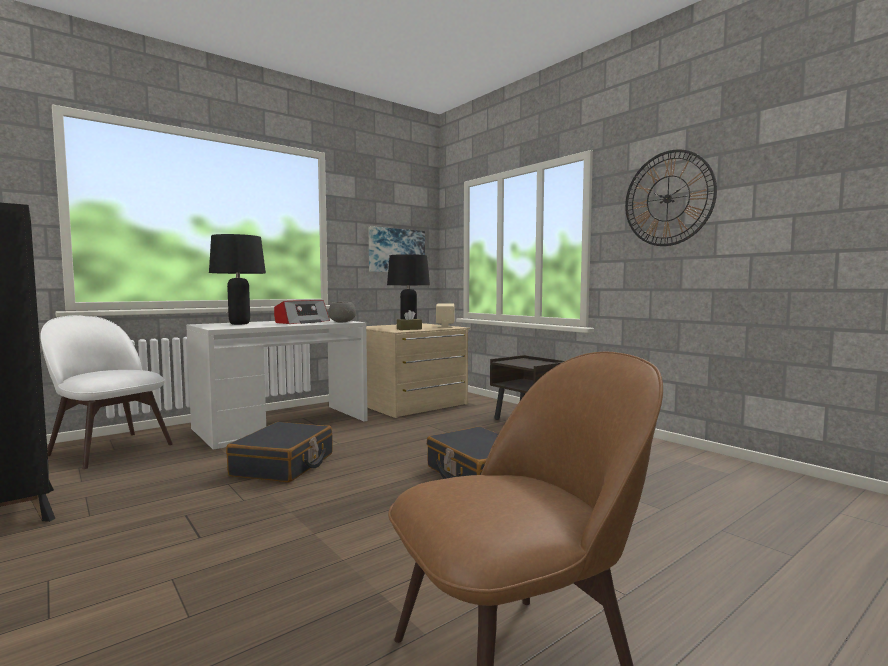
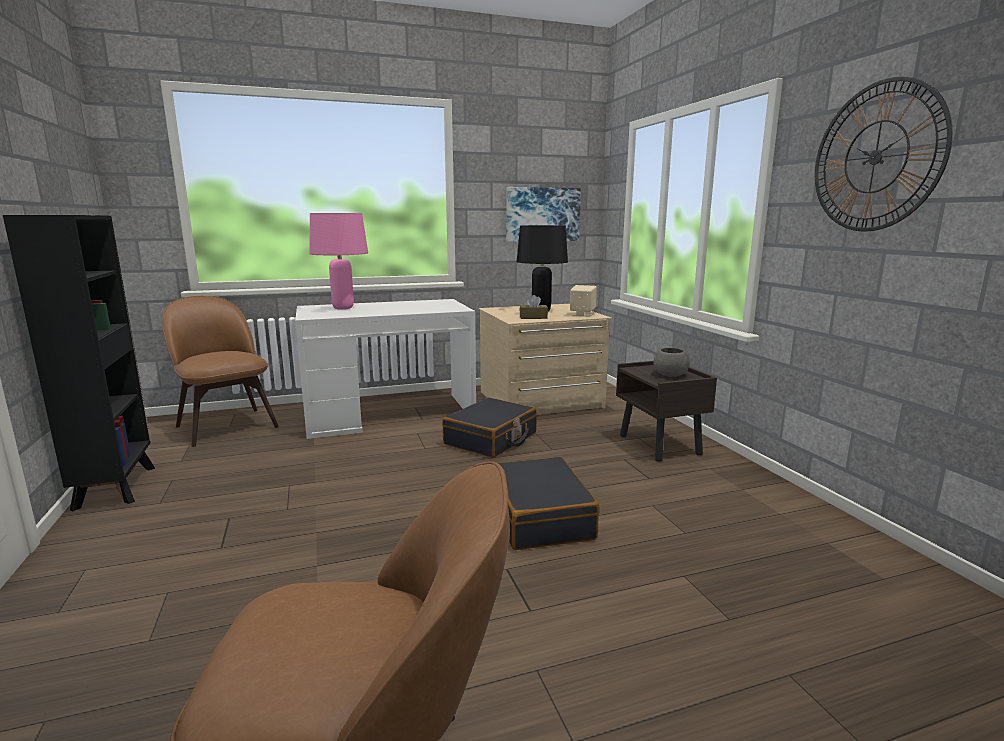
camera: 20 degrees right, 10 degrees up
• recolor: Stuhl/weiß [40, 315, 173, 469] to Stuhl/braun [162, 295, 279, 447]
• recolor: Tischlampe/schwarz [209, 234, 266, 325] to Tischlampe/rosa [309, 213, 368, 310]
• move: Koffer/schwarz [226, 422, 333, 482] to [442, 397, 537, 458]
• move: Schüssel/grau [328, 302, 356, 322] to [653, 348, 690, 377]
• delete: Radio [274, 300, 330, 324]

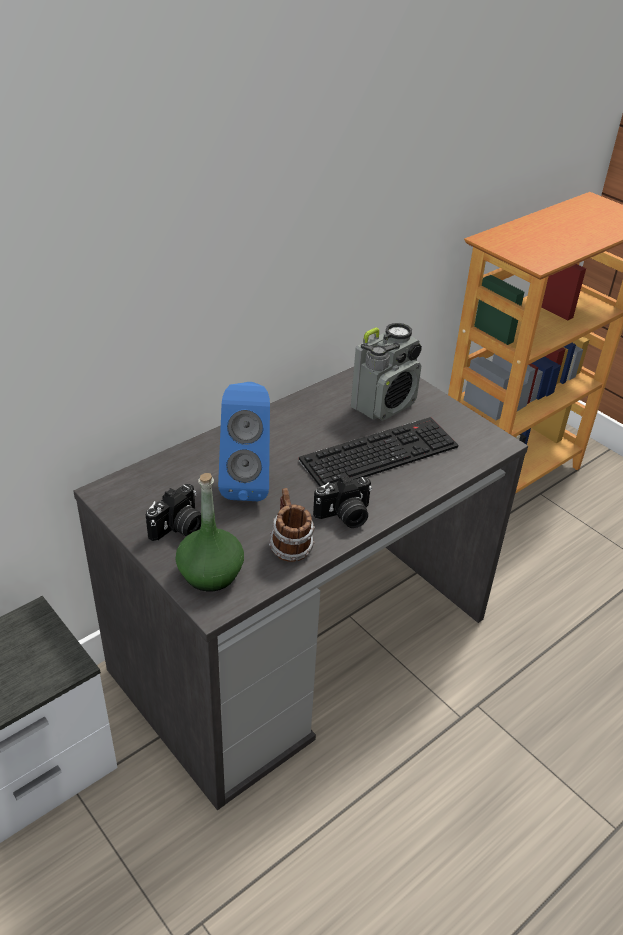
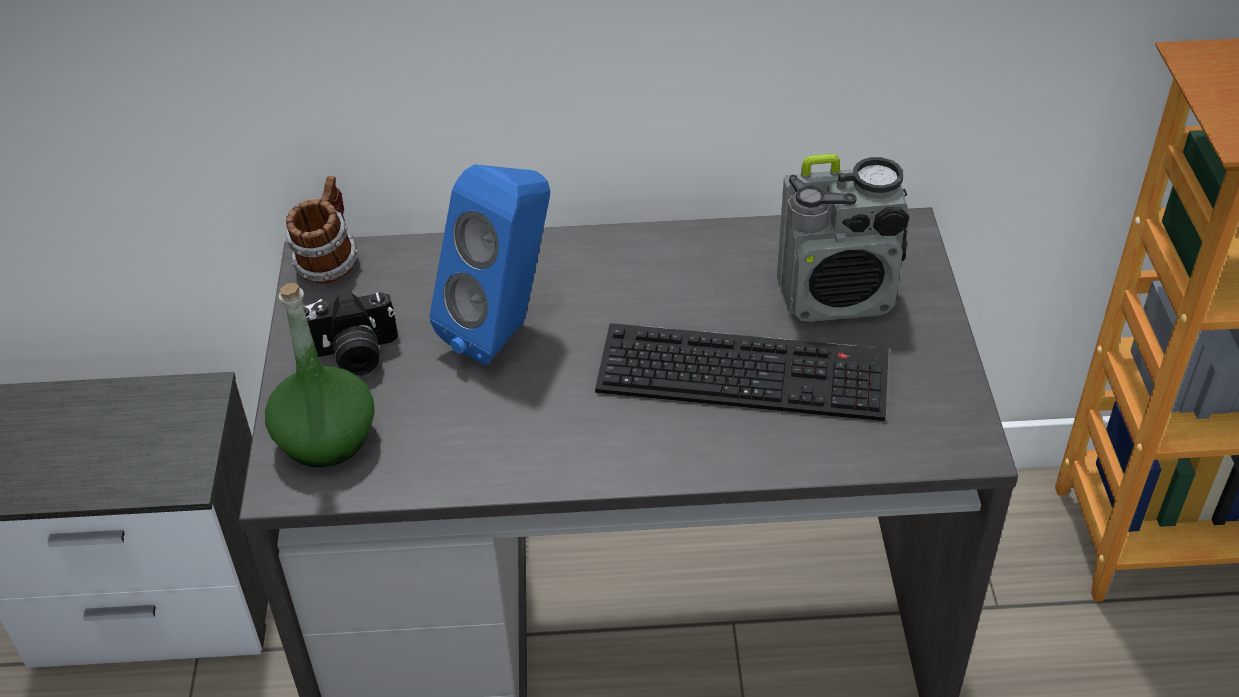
camera: 40 degrees right, 5 degrees up
• move: Henkelbecher [269, 488, 315, 562] to [286, 176, 358, 284]
• delete: Kamera [313, 475, 372, 528]

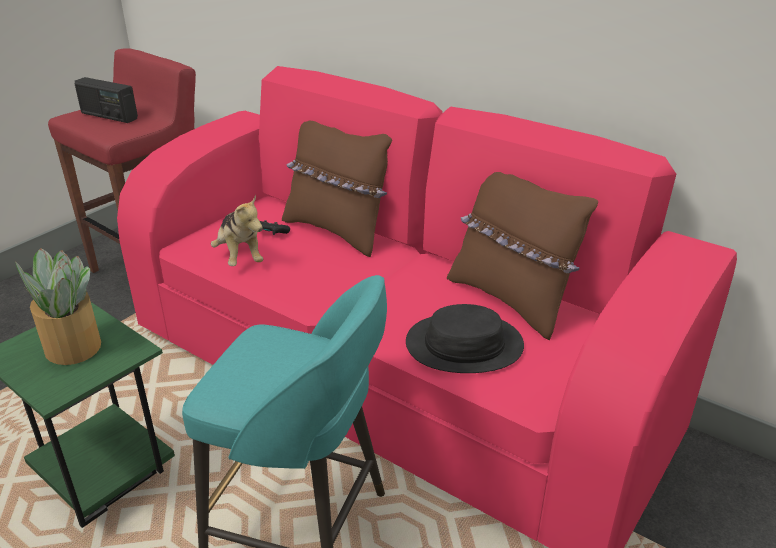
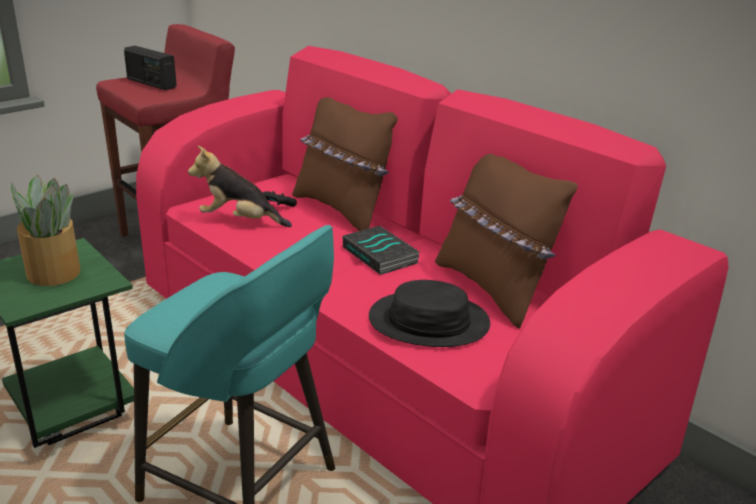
camera: 10 degrees right, 5 degrees down
• rotate: Plüschtier [211, 195, 263, 266] = [188, 146, 292, 227] 120 degrees clockwise
• insert: Buch [343, 226, 420, 275]

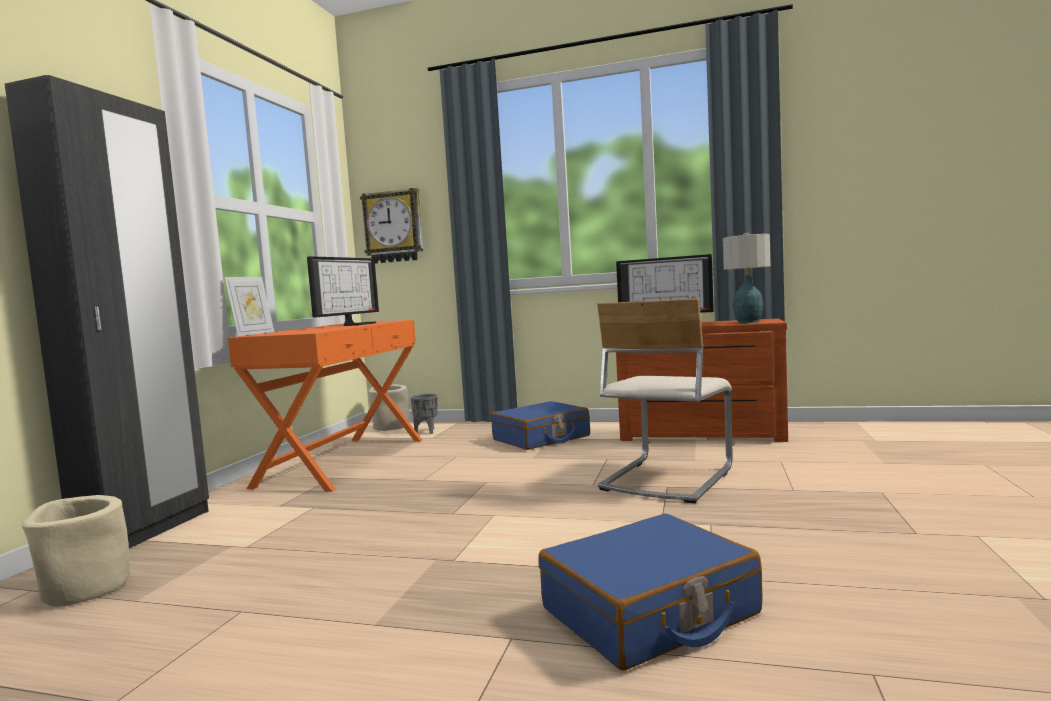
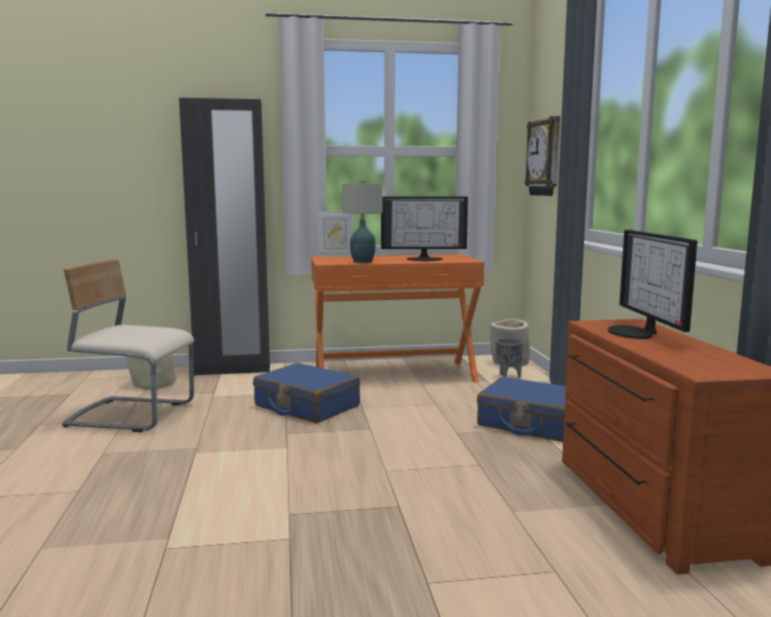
camera: 65 degrees right, 5 degrees up
• move: Stuhl/beige [597, 299, 733, 503] to [62, 259, 194, 432]
• move: Koffer/blau [539, 514, 763, 670] to [253, 363, 360, 423]
• move: Tischlampe [723, 233, 770, 323] to [342, 181, 383, 263]

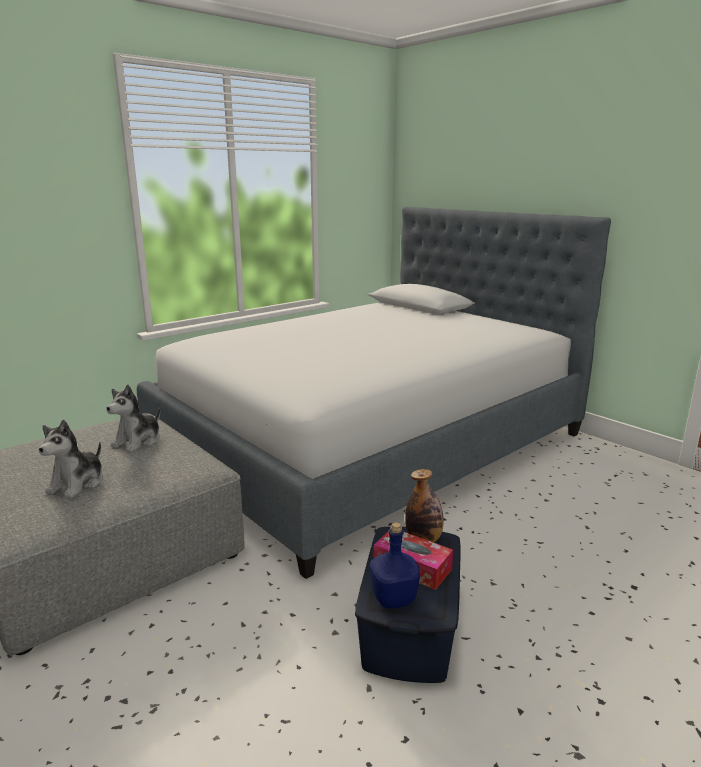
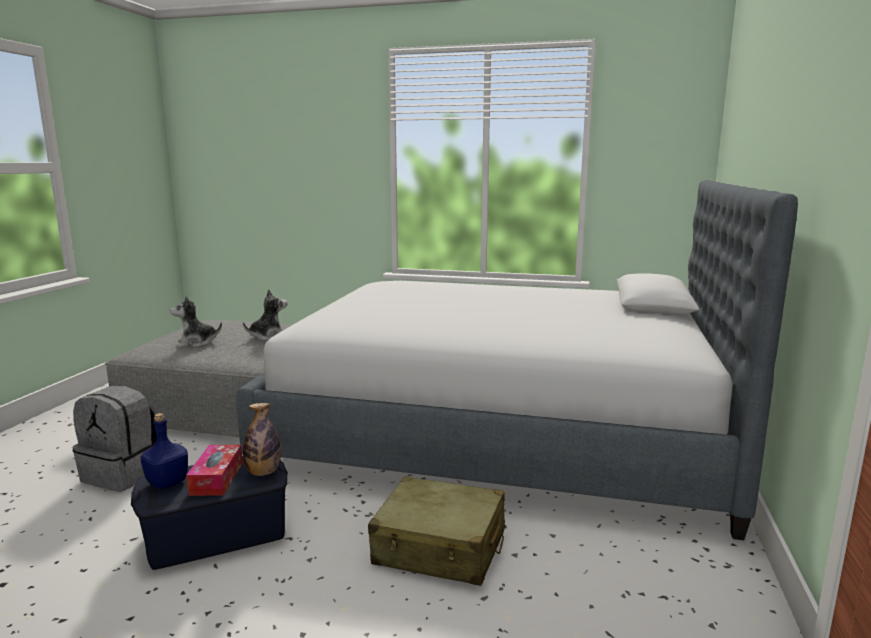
camera: 55 degrees right, 5 degrees down
• insert: Rucksack/grau [72, 386, 157, 492]
• rotate: Plüschtier [106, 385, 160, 452] = [243, 289, 288, 341] 150 degrees clockwise
• insert: Koffer/beige [368, 477, 505, 586]

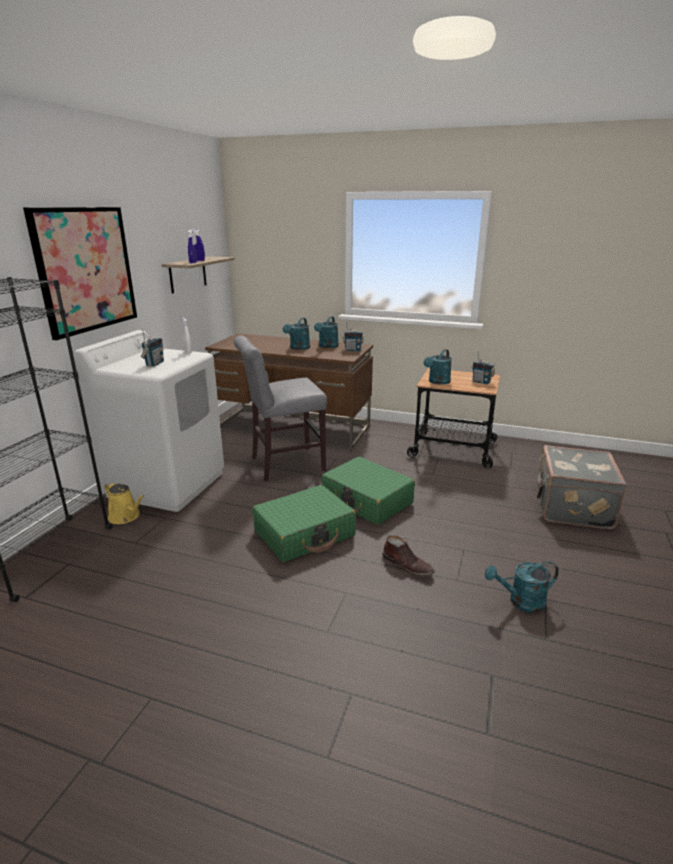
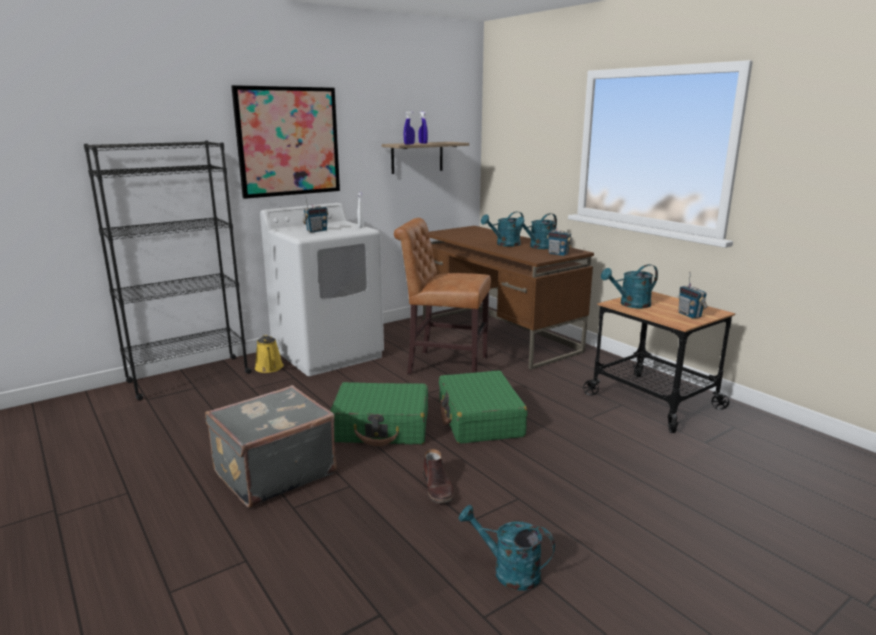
camera: 35 degrees right, 5 degrees down
• move: Koffer/grau [537, 445, 627, 529] to [205, 385, 337, 508]
• recolor: Stuhl/grau [234, 335, 327, 481] to Stuhl/braun [394, 218, 491, 374]

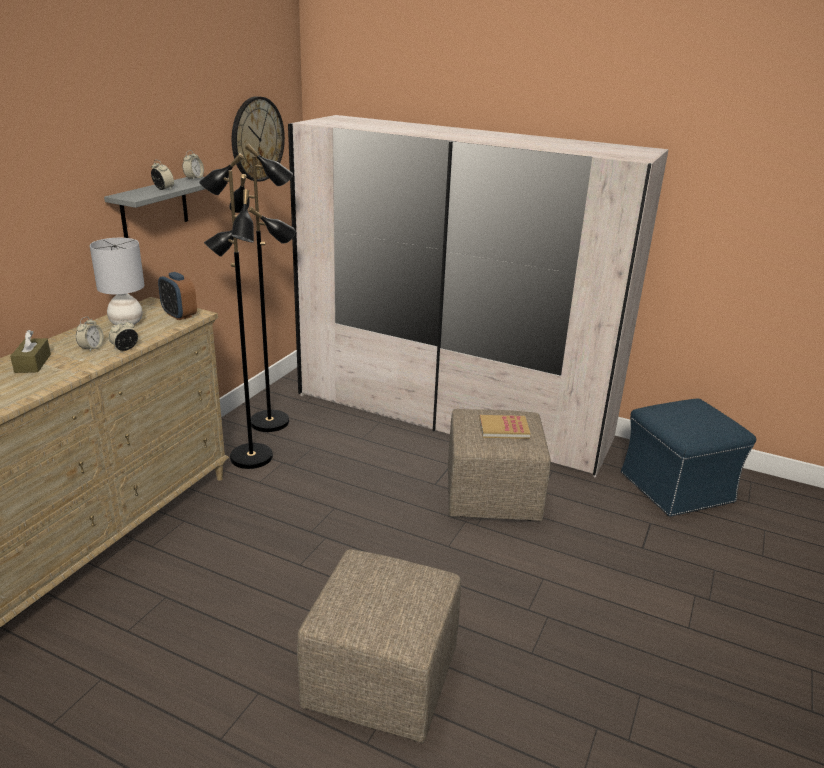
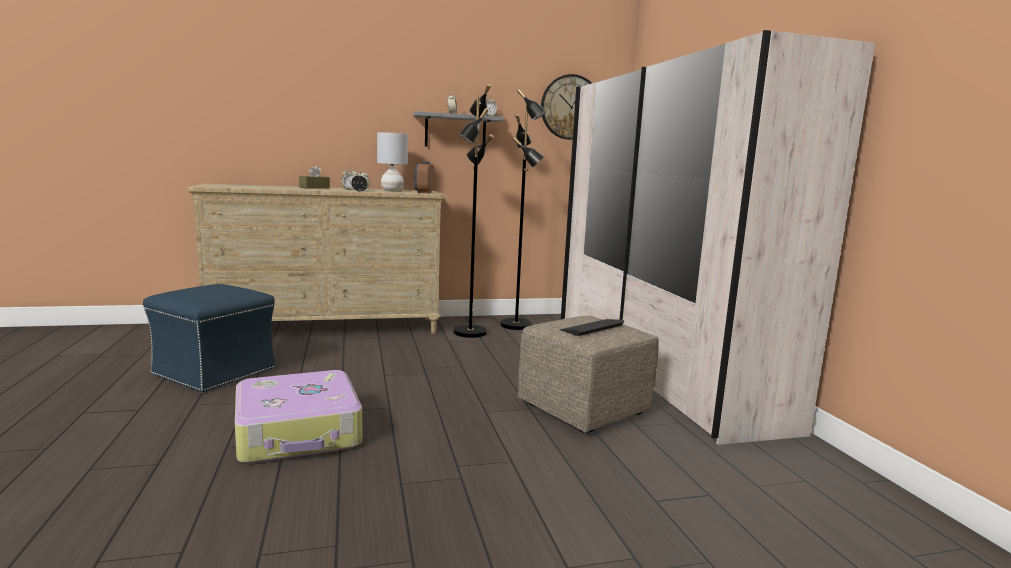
camera: 50 degrees right, 15 degrees down
• move: Polsterhocker/blau [621, 398, 756, 517] to [143, 284, 276, 393]
• replace: Polsterhocker/beige [297, 549, 461, 743] to Koffer [235, 370, 362, 464]
• replace: Buch [479, 415, 531, 439] to Tastatur [560, 319, 624, 336]

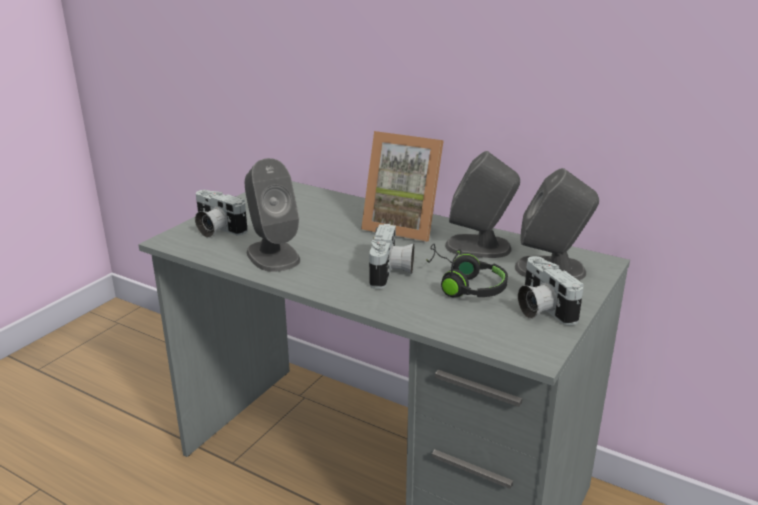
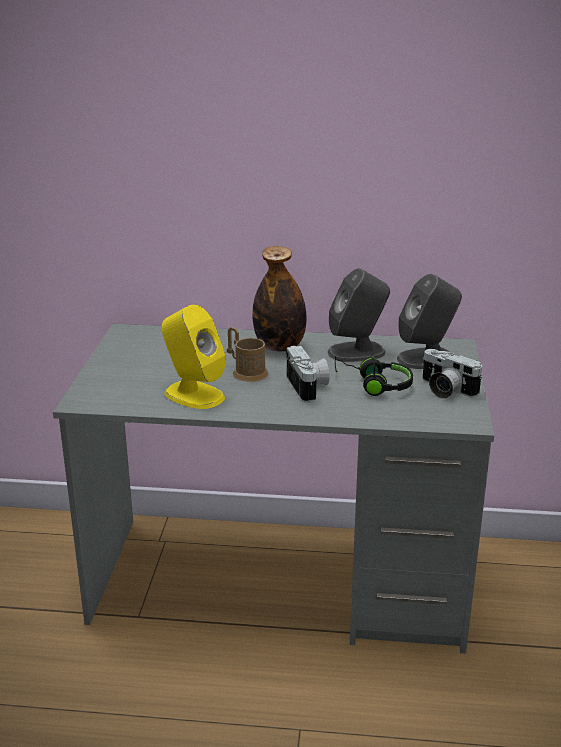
camera: 25 degrees left, 0 degrees up
• recolor: Lautsprecher/grau [245, 158, 300, 272] to Lautsprecher/gelb [162, 305, 226, 409]
• insert: Henkelbecher/braun [227, 327, 268, 382]
• replace: Bilderrahmen [361, 131, 444, 242] to Flasche [252, 246, 307, 352]
• delete: Kamera [195, 190, 248, 238]

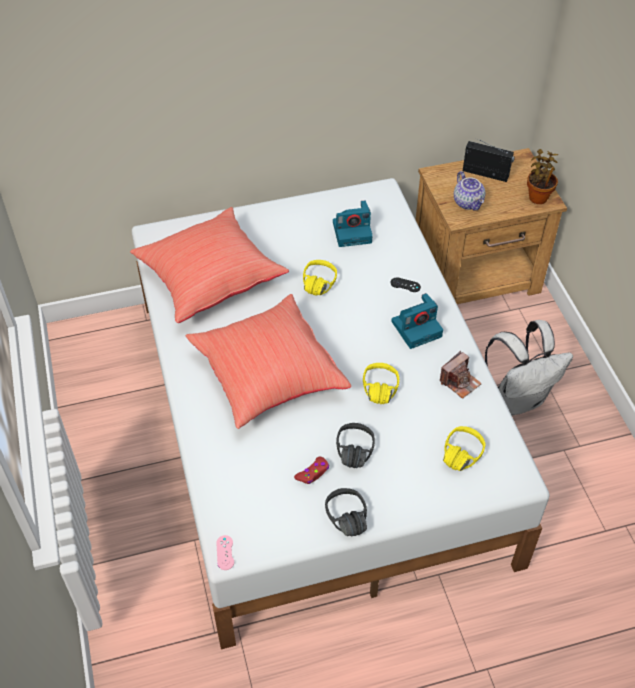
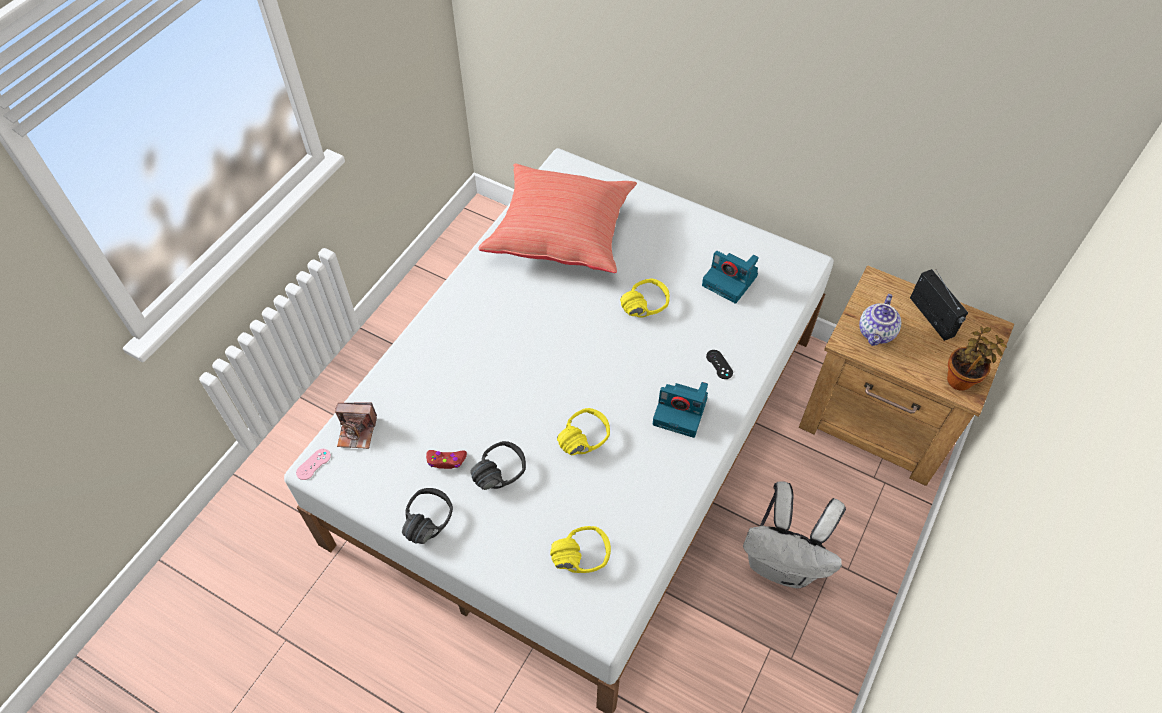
camera: 45 degrees right, 5 degrees up
• move: Kamera [440, 351, 482, 399] to [335, 402, 377, 449]
• delete: Kissen/rot [186, 294, 351, 429]

